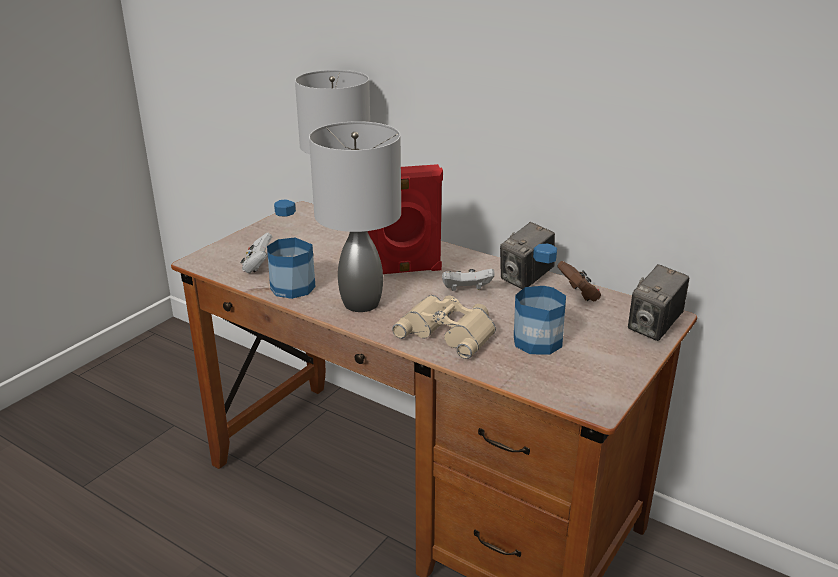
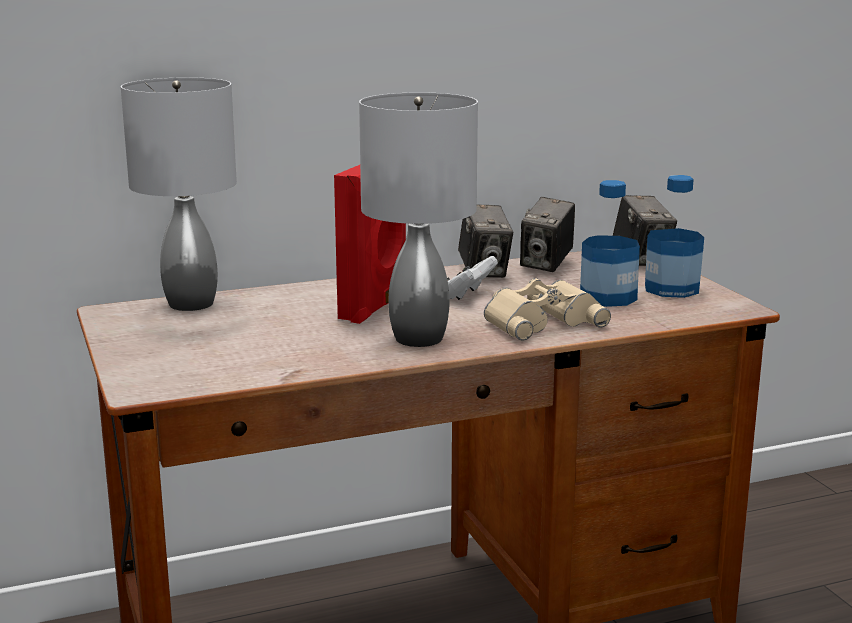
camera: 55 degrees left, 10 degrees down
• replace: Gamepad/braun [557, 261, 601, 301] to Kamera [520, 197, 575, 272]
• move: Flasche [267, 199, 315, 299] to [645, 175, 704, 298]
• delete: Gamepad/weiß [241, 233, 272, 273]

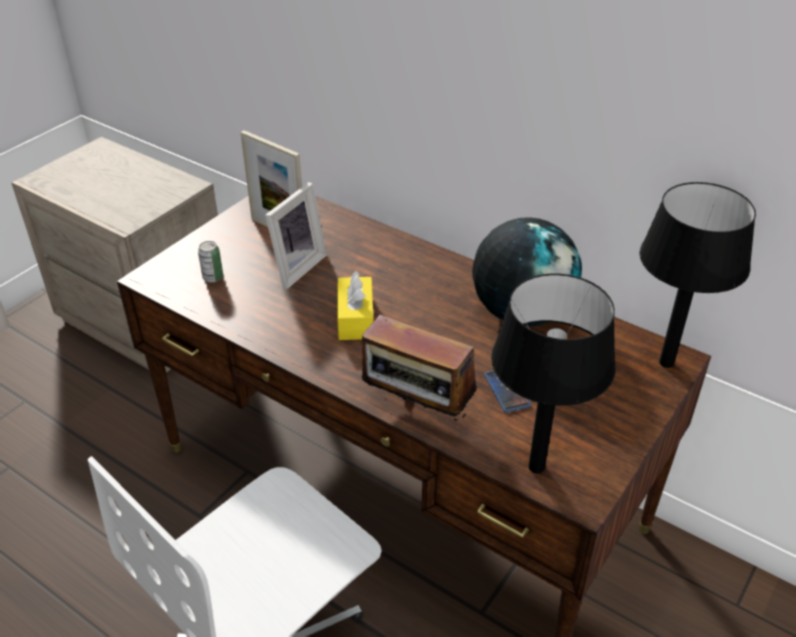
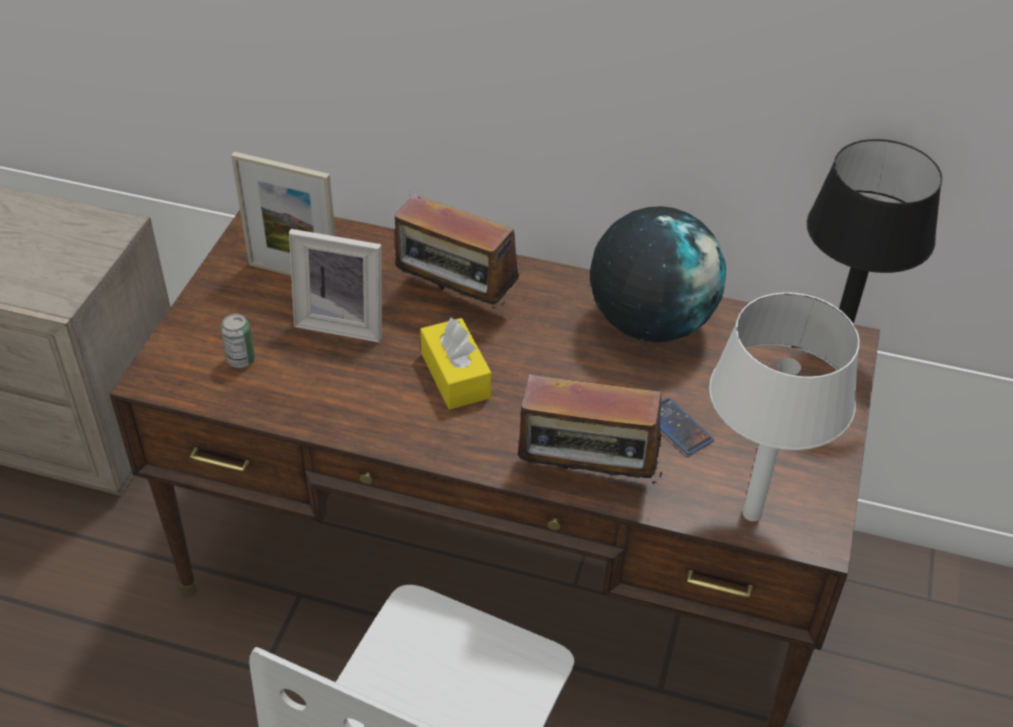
camera: 20 degrees left, 5 degrees up
• rotate: Bilderrahmen [265, 182, 327, 289] = [289, 229, 382, 343] 90 degrees clockwise
• insert: Radio [395, 194, 520, 309]
• recolor: Tischlampe/schwarz [491, 274, 616, 474] to Tischlampe/weiß [709, 292, 859, 521]

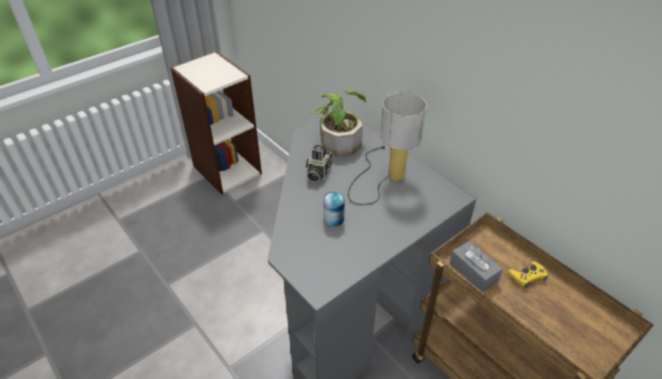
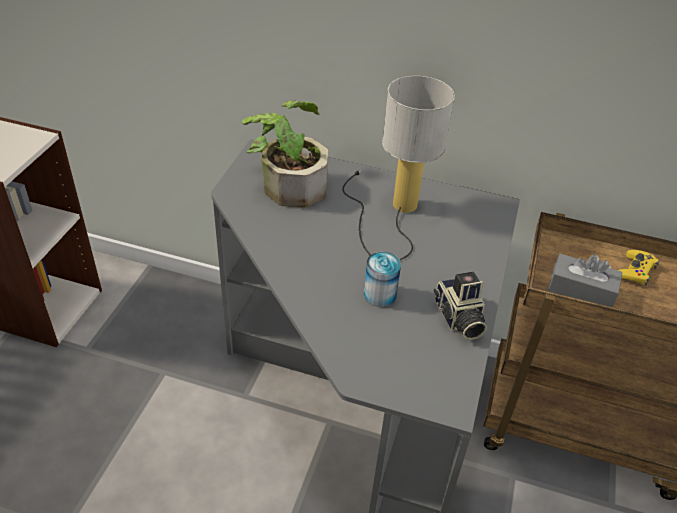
camera: 35 degrees left, 0 degrees up
• move: Kamera [306, 145, 332, 183] to [434, 271, 487, 340]

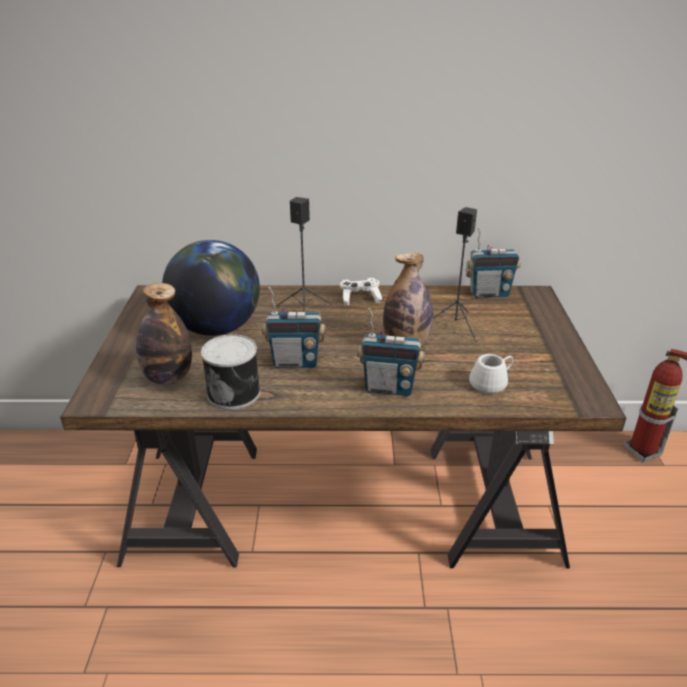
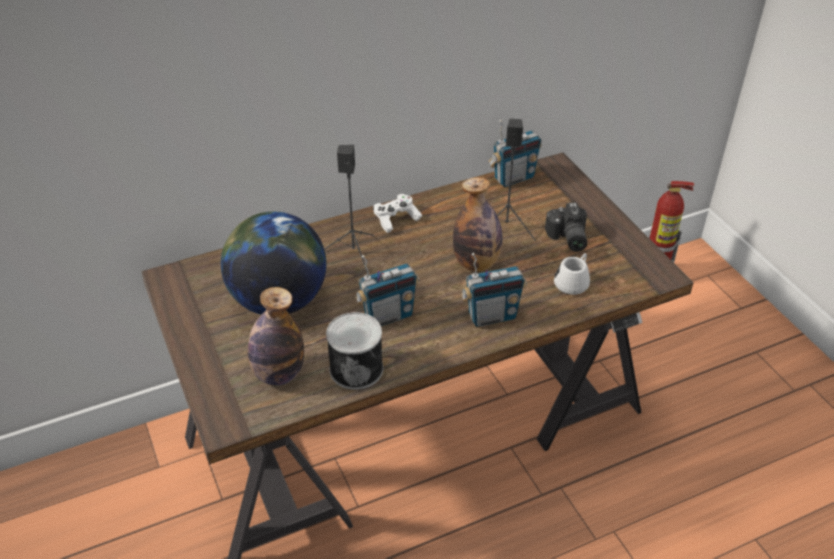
camera: 25 degrees left, 10 degrees up
• insert: Kamera [545, 202, 587, 252]

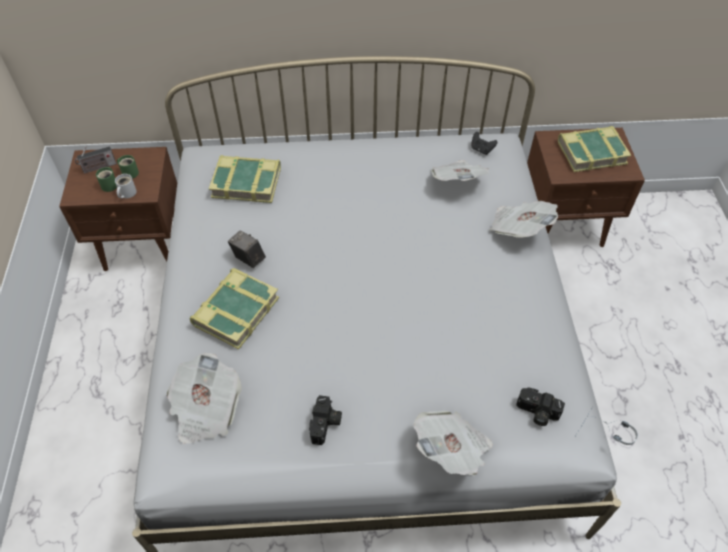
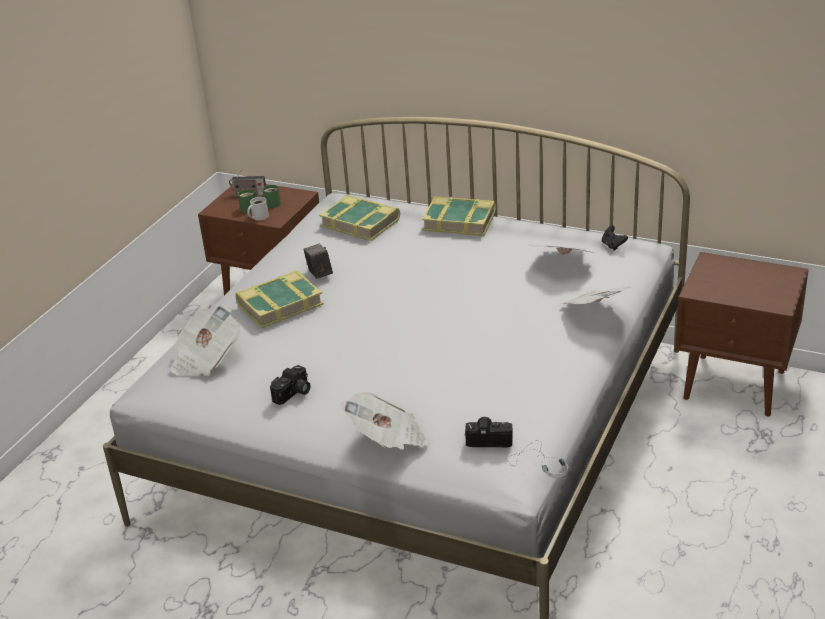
camera: 30 degrees right, 20 degrees down
• move: Buch [558, 126, 631, 172] to [422, 196, 496, 236]
• rotate: Kamera [516, 387, 565, 426] = [465, 417, 513, 447] 135 degrees clockwise

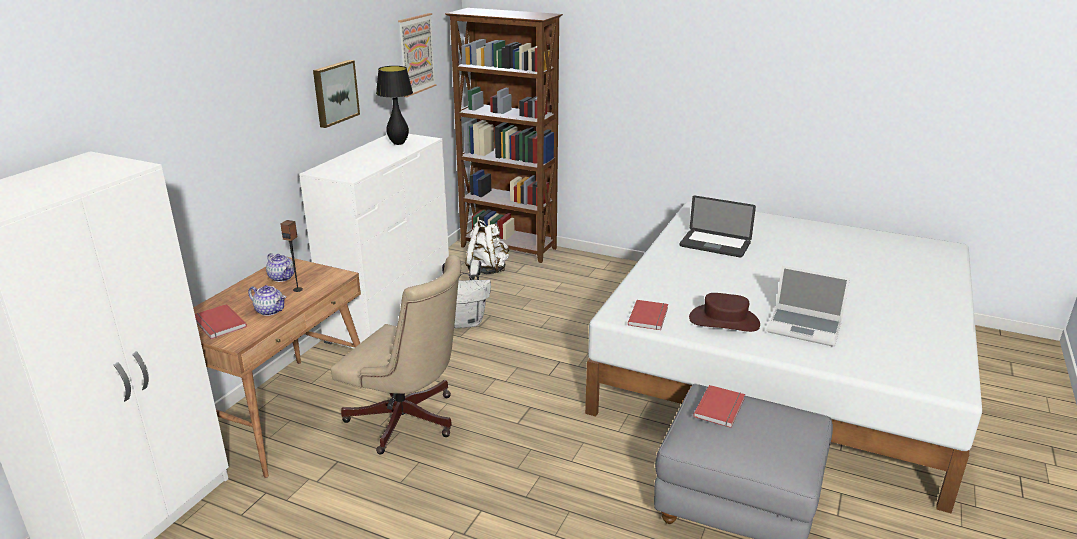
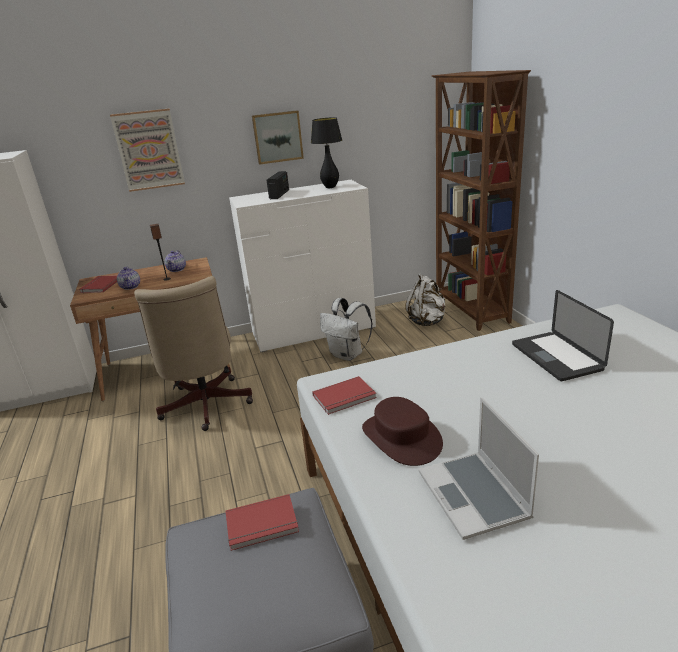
camera: 50 degrees right, 0 degrees up
• move: Bild [398, 13, 436, 97] to [110, 109, 185, 192]
• insert: Radio [267, 171, 289, 199]

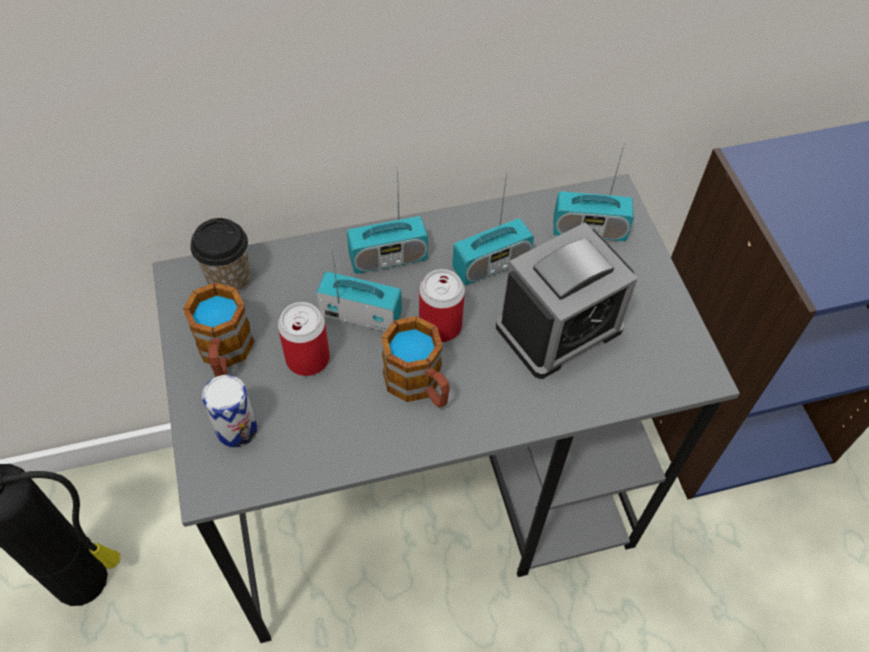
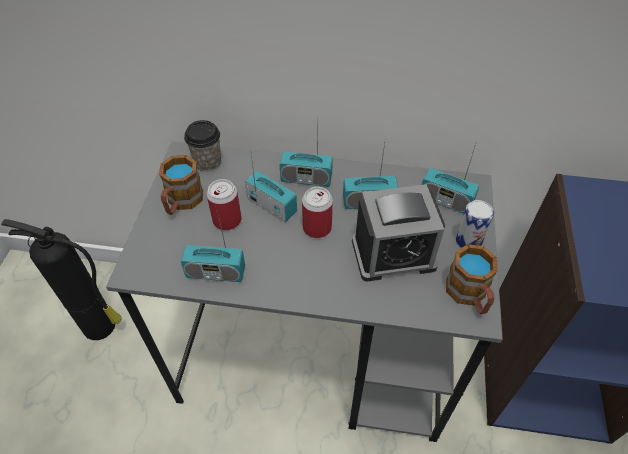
camera: 25 degrees right, 5 degrees down
• insert: Radio [181, 210, 245, 282]
• move: Henkelbecher [381, 316, 450, 408] to [446, 244, 498, 314]
• move: Dose [202, 375, 257, 447] to [456, 200, 494, 248]

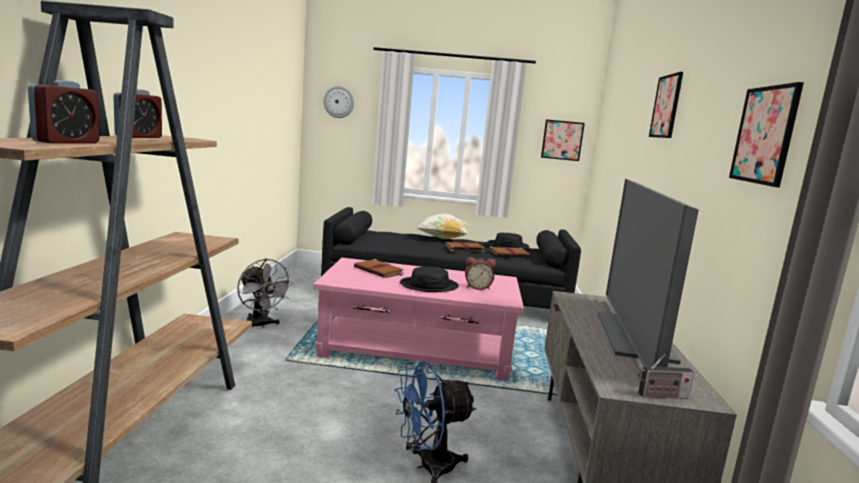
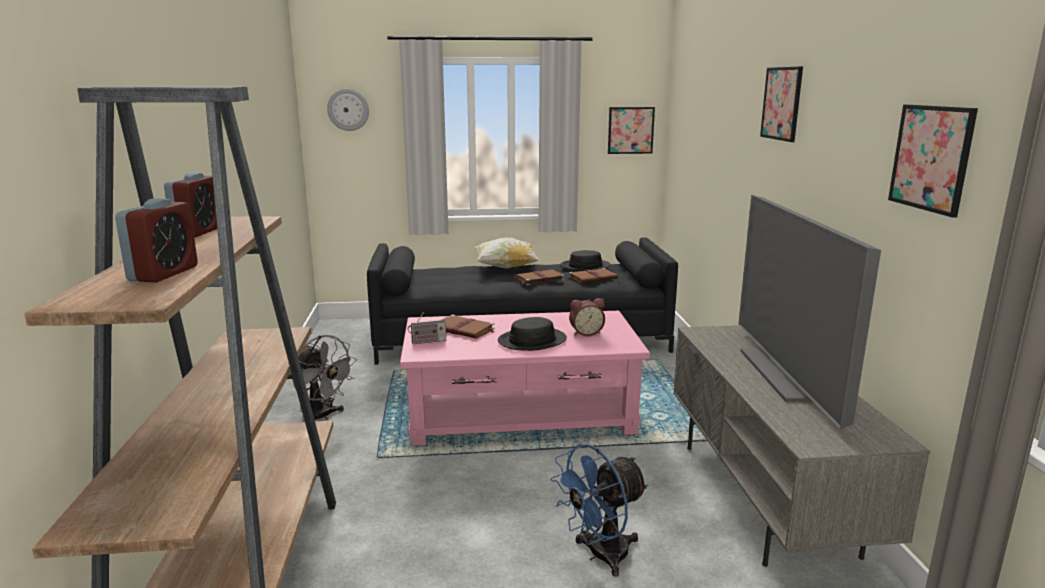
camera: 10 degrees left, 5 degrees up
• move: Radio [638, 354, 694, 399] to [408, 313, 446, 344]

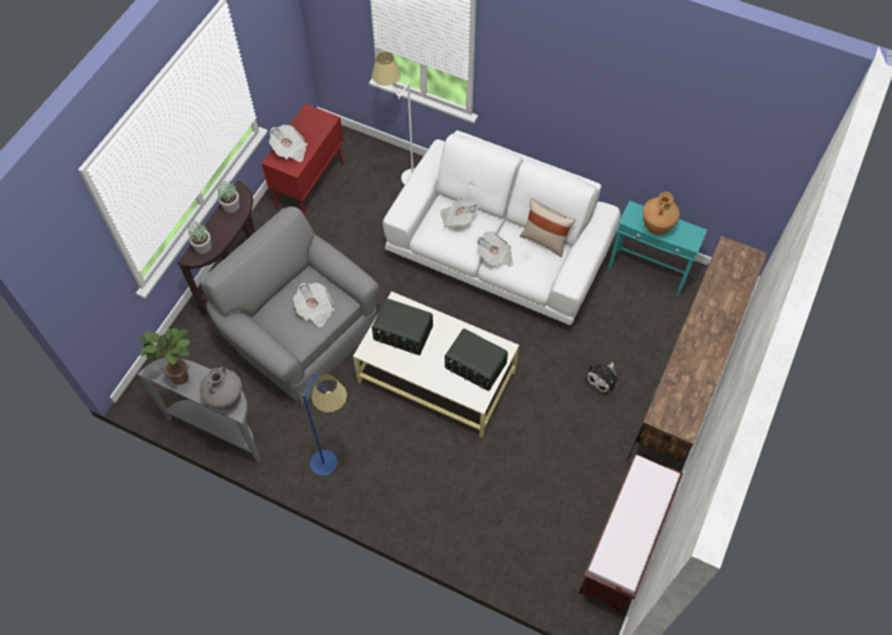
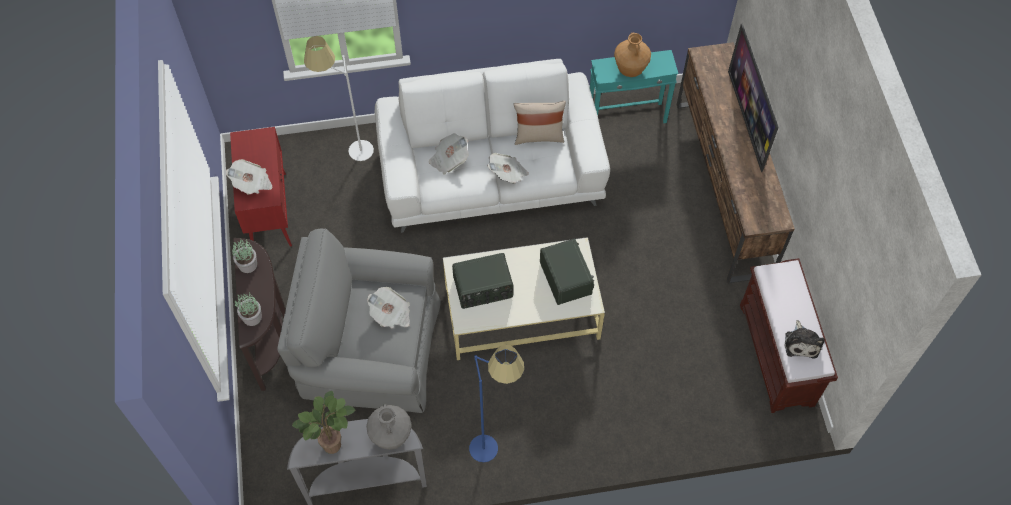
camera: 35 degrees left, 0 degrees up
• rotate: Radio [445, 329, 508, 391] = [540, 238, 594, 305] 105 degrees counterclockwise
• insert: Fernseher [728, 24, 779, 172]
• move: Plüschtier [585, 362, 618, 395] to [784, 320, 825, 359]

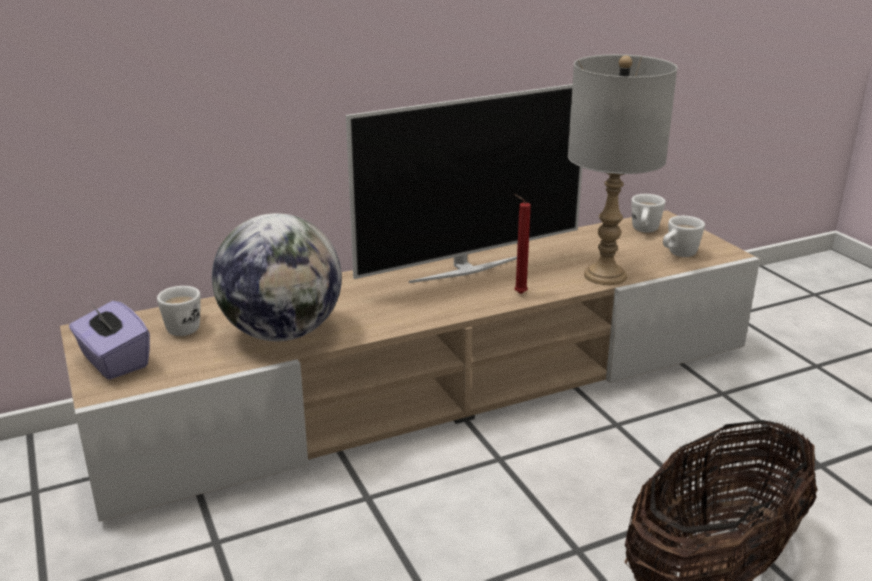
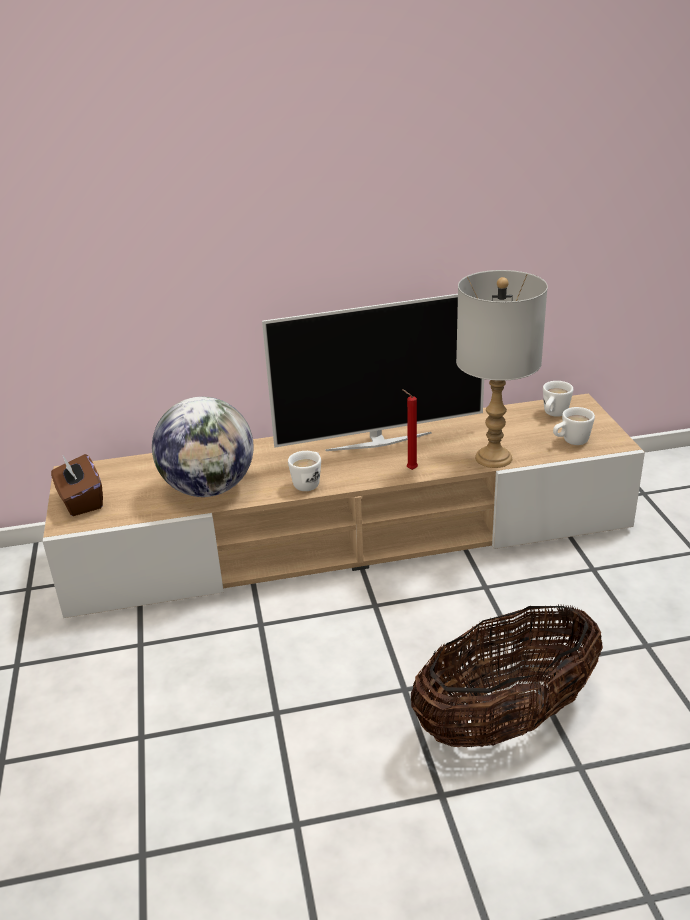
camera: 15 degrees right, 5 degrees up
• recolor: Taschentuchbox/lila [69, 300, 150, 380] to Taschentuchbox/braun [51, 454, 103, 516]
• move: Henkelbecher/weiß [157, 286, 201, 336] to [288, 451, 321, 491]

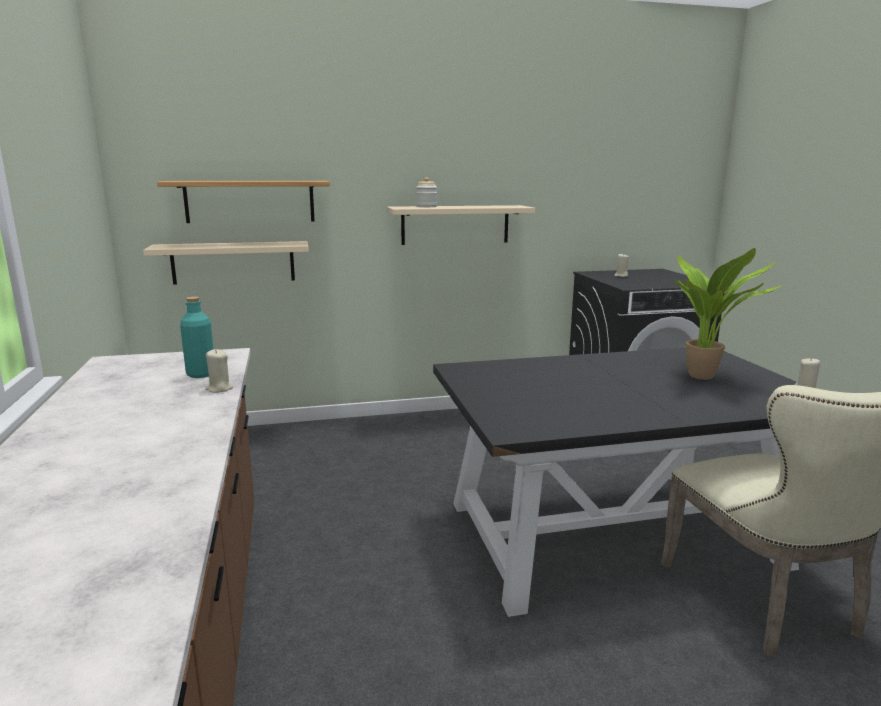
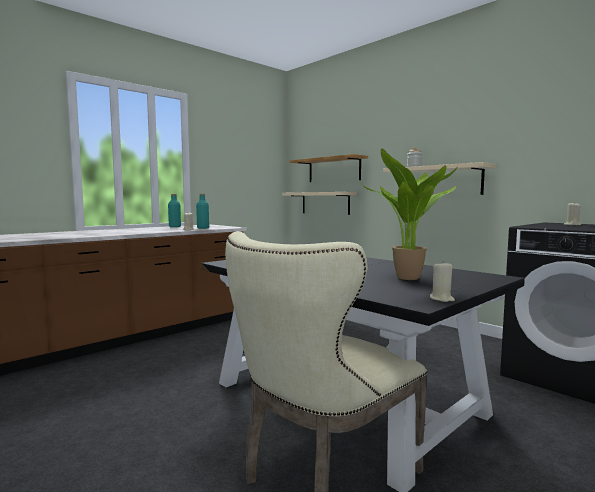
camera: 60 degrees right, 10 degrees down
• insert: Flasche/türkis [168, 194, 181, 227]

